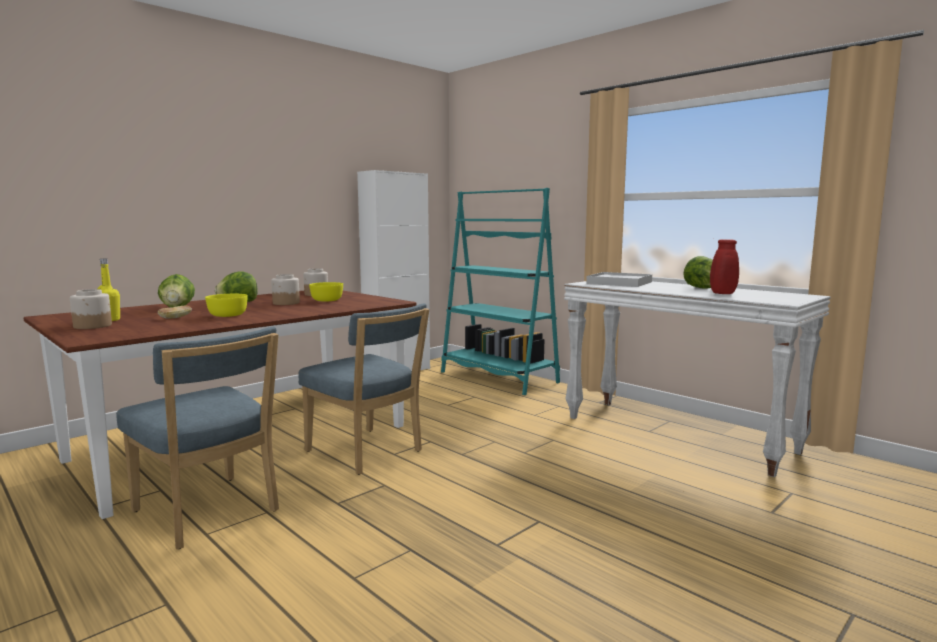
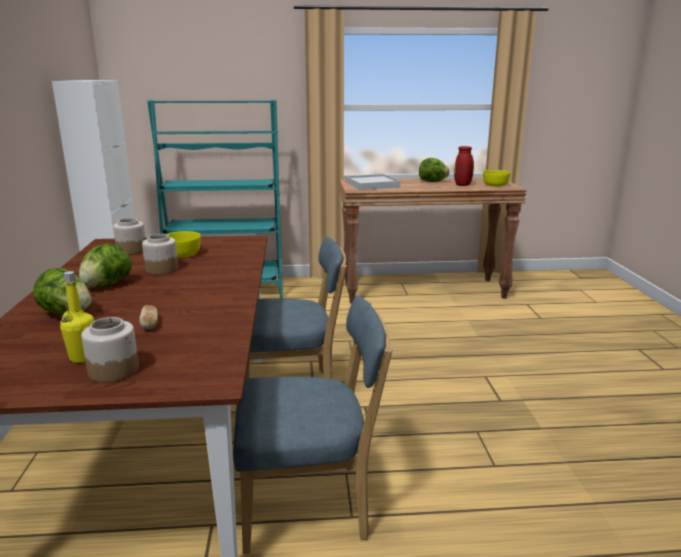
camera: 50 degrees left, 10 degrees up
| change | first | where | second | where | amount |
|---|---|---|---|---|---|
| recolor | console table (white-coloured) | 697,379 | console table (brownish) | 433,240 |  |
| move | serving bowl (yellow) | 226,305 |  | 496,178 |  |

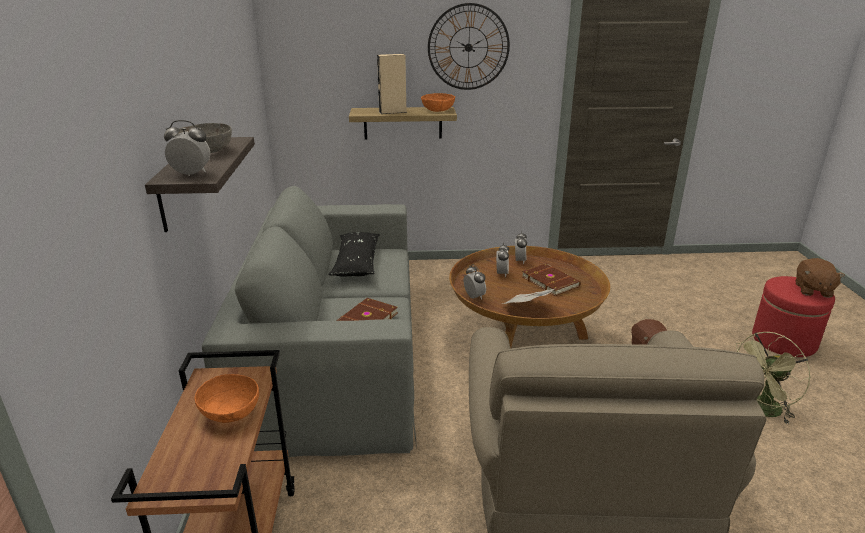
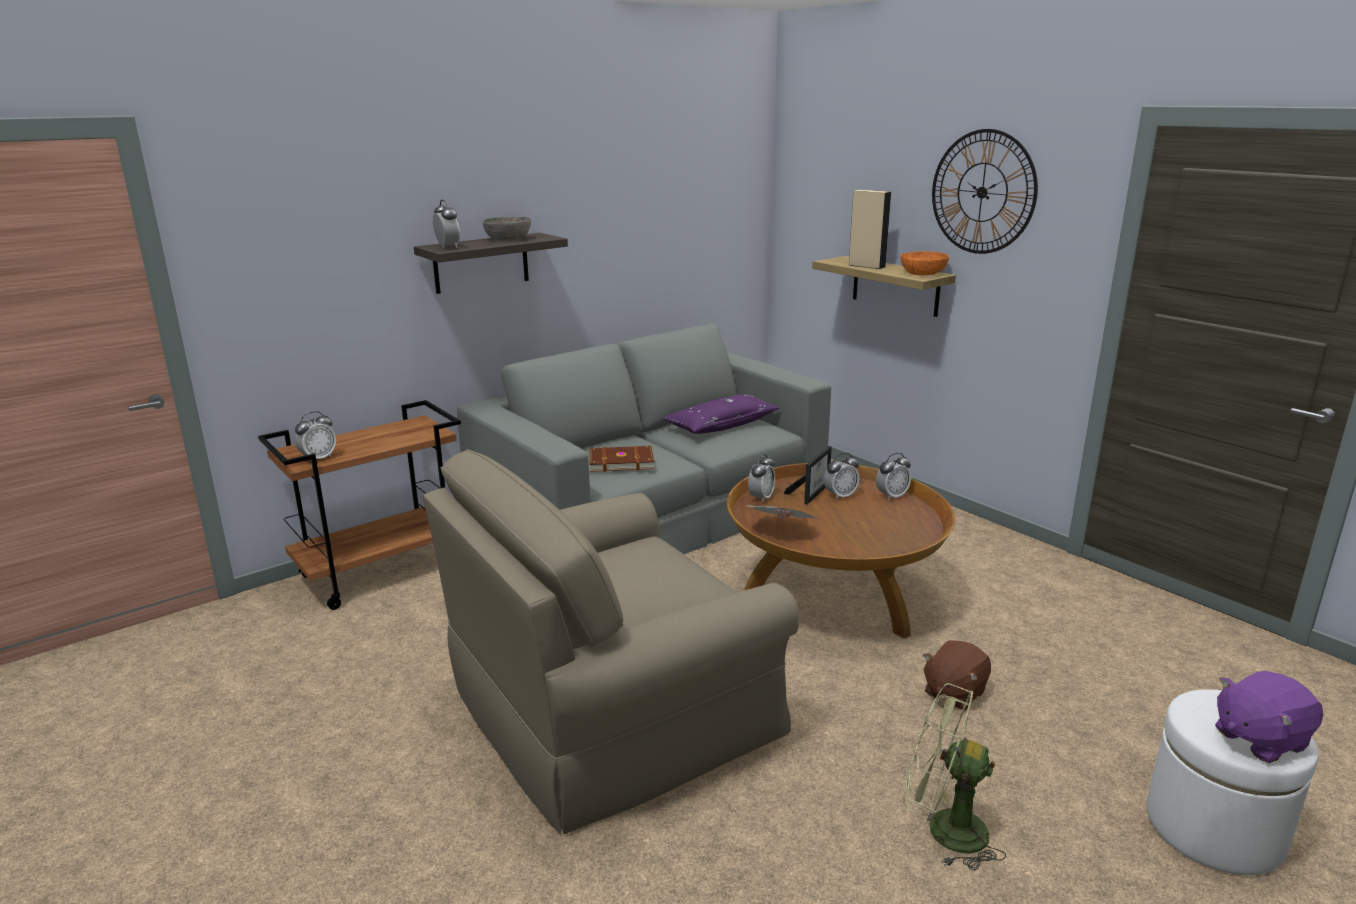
camera: 55 degrees right, 5 degrees down
| change | first | where | second | where | amount |
|---|---|---|---|---|---|
| insert |  |  | bedside clock | 315,435 |  |
| recolor | cushion (black) | 354,254 | cushion (purple-coloured) | 721,414 |  |
| insert |  |  | picture frame | 808,475 |  |
| recolor | ottoman (red-coloured) | 793,316 | ottoman (white-coloured) | 1233,782 |  |
| recolor | cuddly toy (brownish) | 820,278 | cuddly toy (purple-coloured) | 1269,717 |  |
| delete | serving bowl (orange) | 226,398 |  |  |  |
| delete | volume (brownish) | 551,279 |  |  |  |

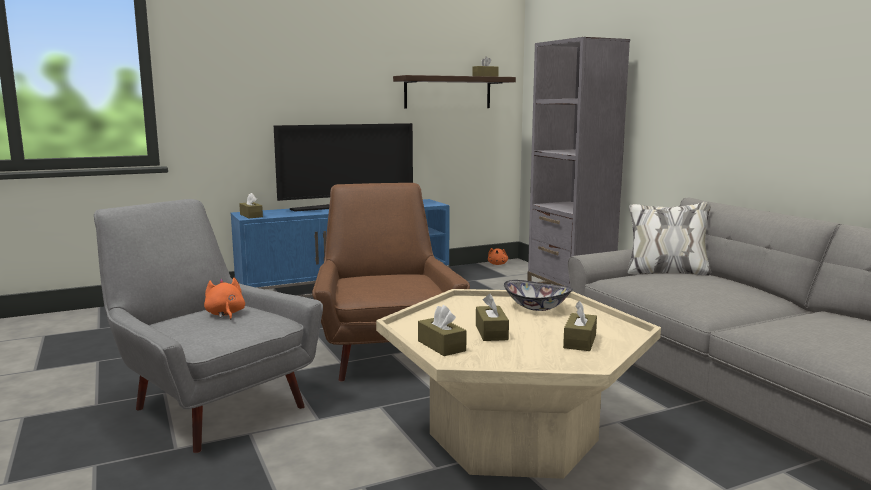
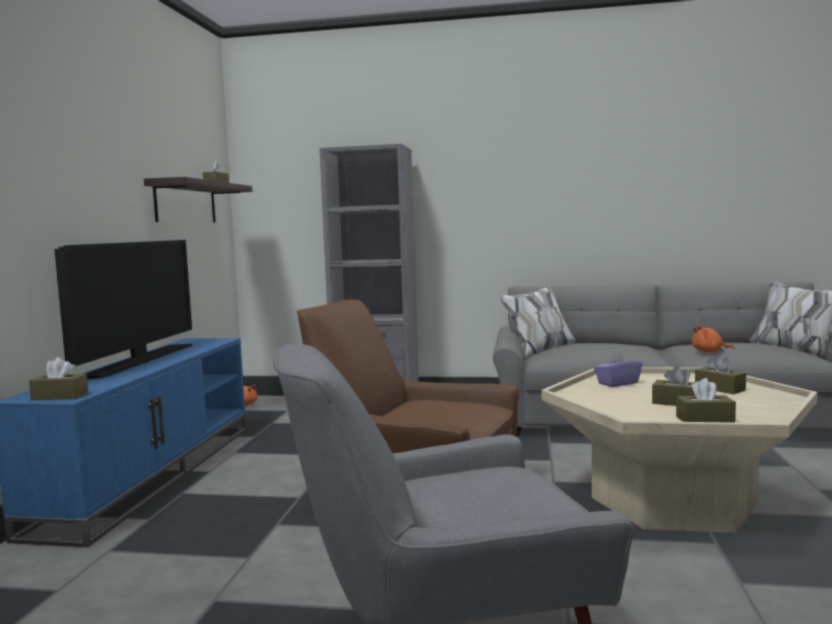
camera: 55 degrees left, 5 degrees down
| change | first | where | second | where | amount |
|---|---|---|---|---|---|
| replace | serving bowl | 538,295 | tissue holder (purple-coloured) | 618,368 |  |
| move | cuddly toy (orange) | 224,299 |  | 713,338 |  |

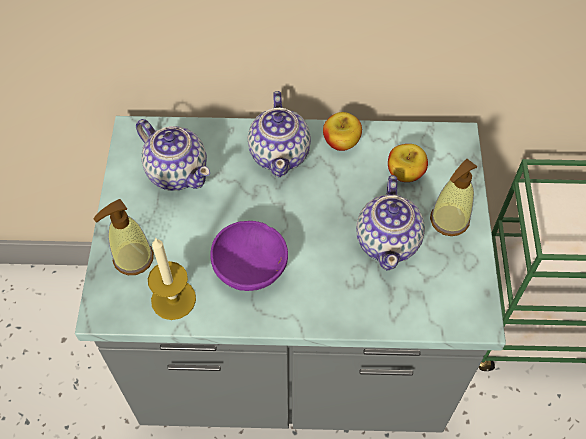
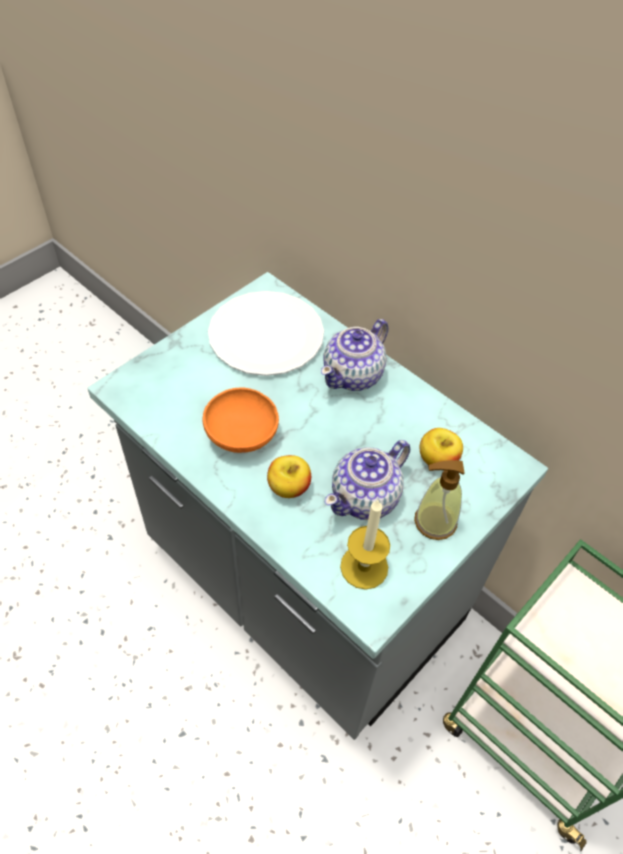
camera: 40 degrees right, 5 degrees down
| change | first | where | second | where | amount |
|---|---|---|---|---|---|
| recolor | serving bowl (purple-coloured) | 249,256 | serving bowl (orange) | 240,420 |  |
| replace | tea pot | 173,155 | dinner plate (white-coloured) | 266,333 |  |
| move | whole apple | 342,131 |  | 289,476 |  |
| move | wax candle | 172,278 |  | 365,544 |  |
| delete | soap dispenser | 123,237 |  |  |  |

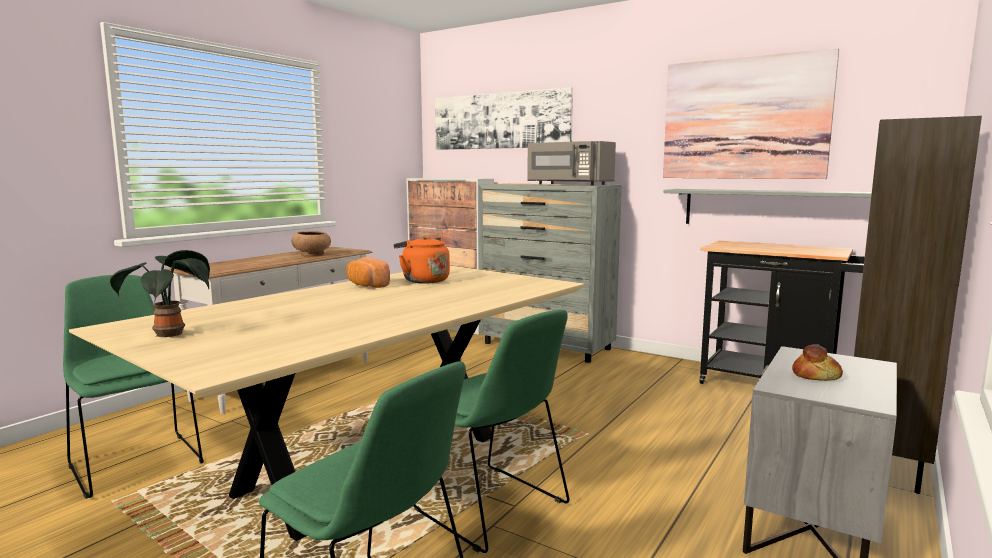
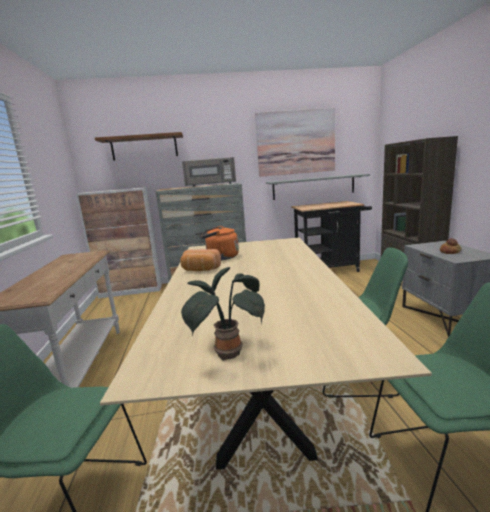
camera: 40 degrees left, 5 degrees up
| change | first | where | second | where | amount |
|---|---|---|---|---|---|
| replace | picture | 504,118 | shelf (brownish) | 139,146 |  |
| delete | serving bowl (brownish) | 311,243 |  |  |  |

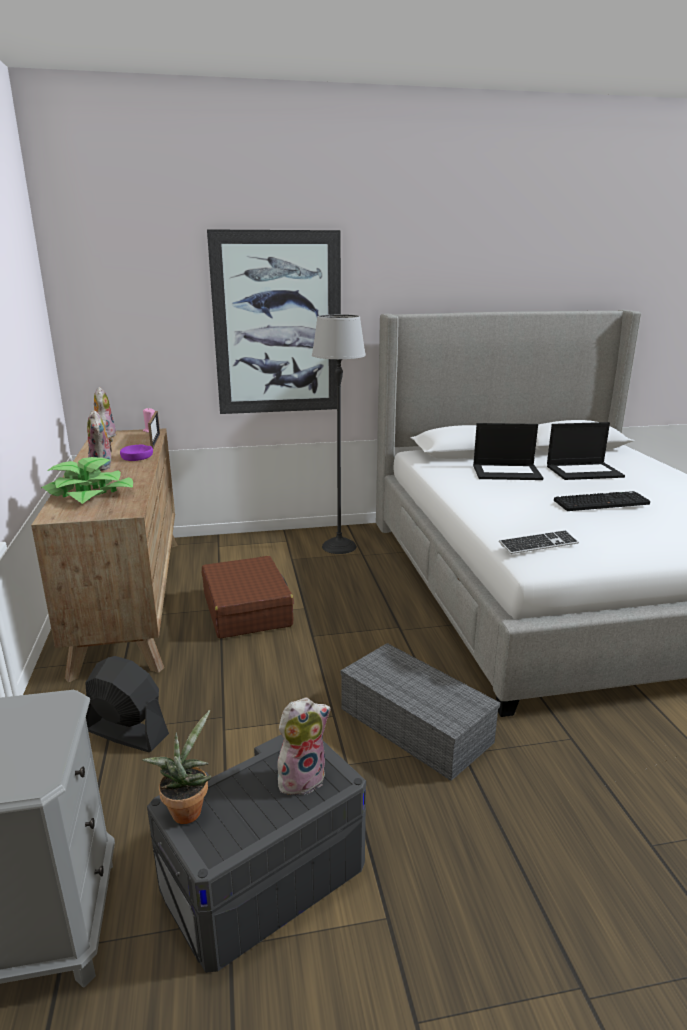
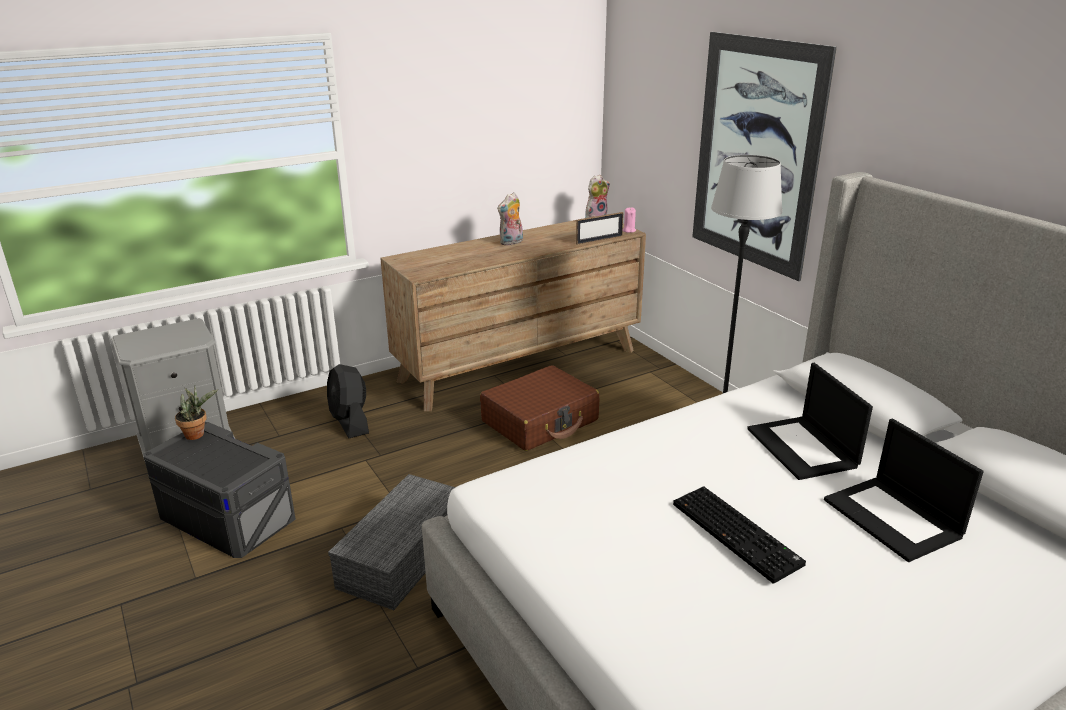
camera: 70 degrees right, 5 degrees up
| change | first | where | second | where | amount |
|---|---|---|---|---|---|
| rotate | cooling fan (black) | 127,704 |  | 348,401 | 150 degrees clockwise |
| delete | potted plant | 87,480 |  |  |  |
| delete | serving bowl (purple-coloured) | 136,453 |  |  |  |
| delete | cuddly toy | 304,746 |  |  |  |
| delete | keyboard | 539,542 |  |  |  |

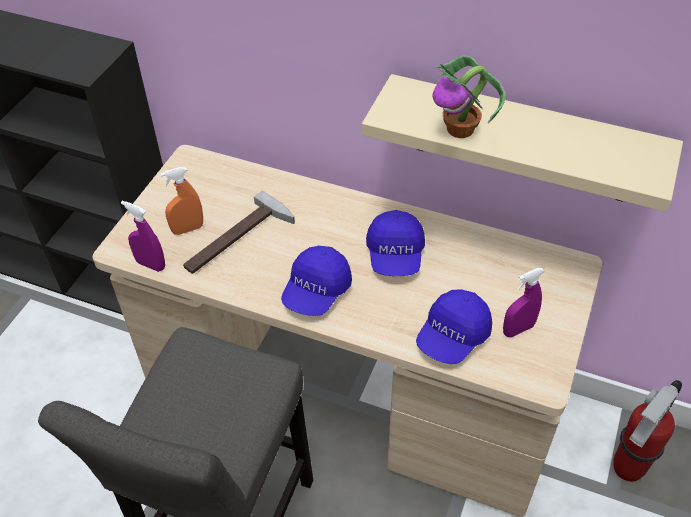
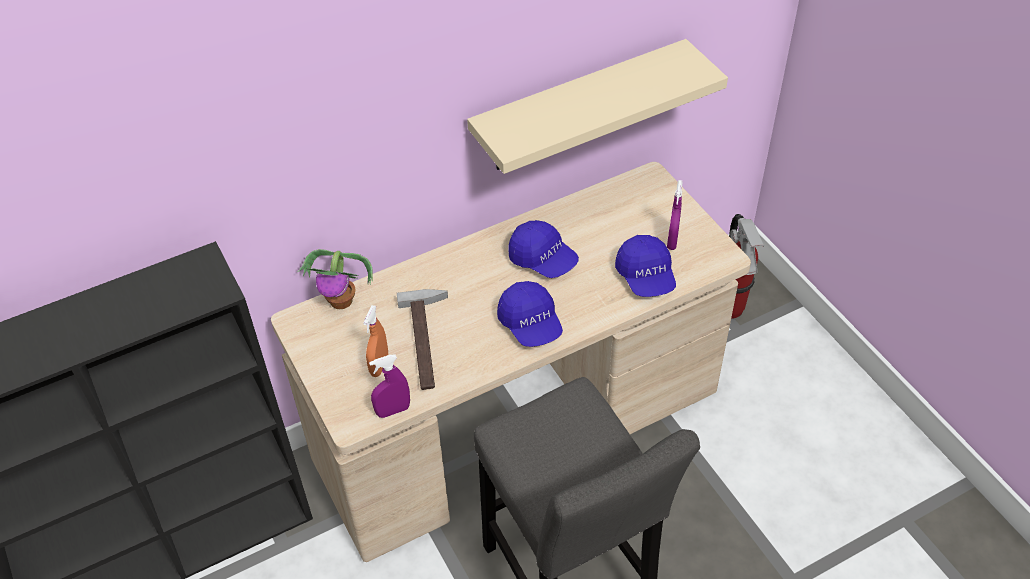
camera: 50 degrees left, 0 degrees up
| change | first | where | second | where | amount |
|---|---|---|---|---|---|
| move | potted plant | 468,96 |  | 335,279 |  |

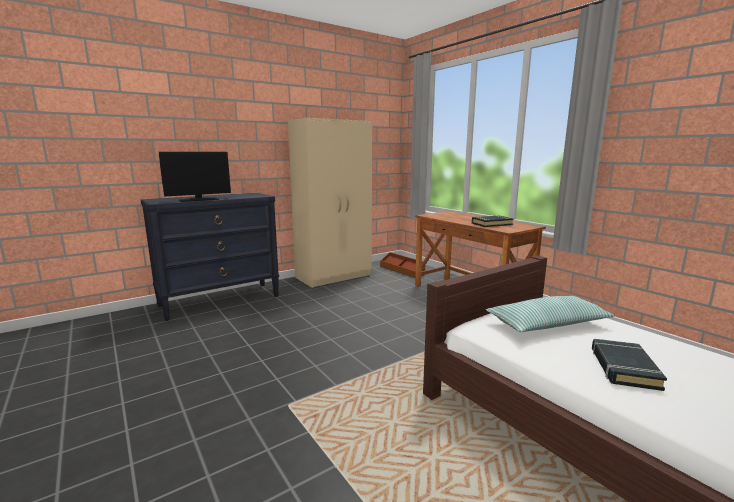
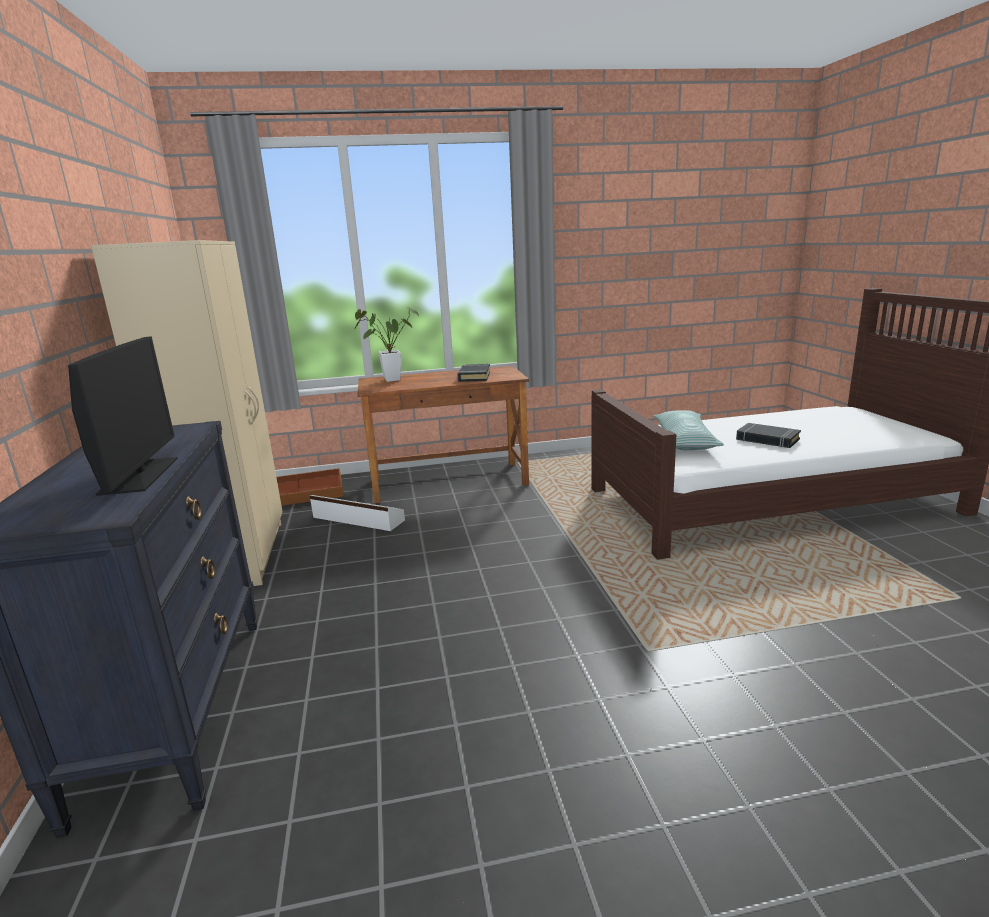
camera: 65 degrees left, 5 degrees up
| change | first | where | second | where | amount |
|---|---|---|---|---|---|
| insert |  |  | storage bin (white-coloured) | 357,513 |  |
| insert |  |  | potted plant | 386,344 |  |

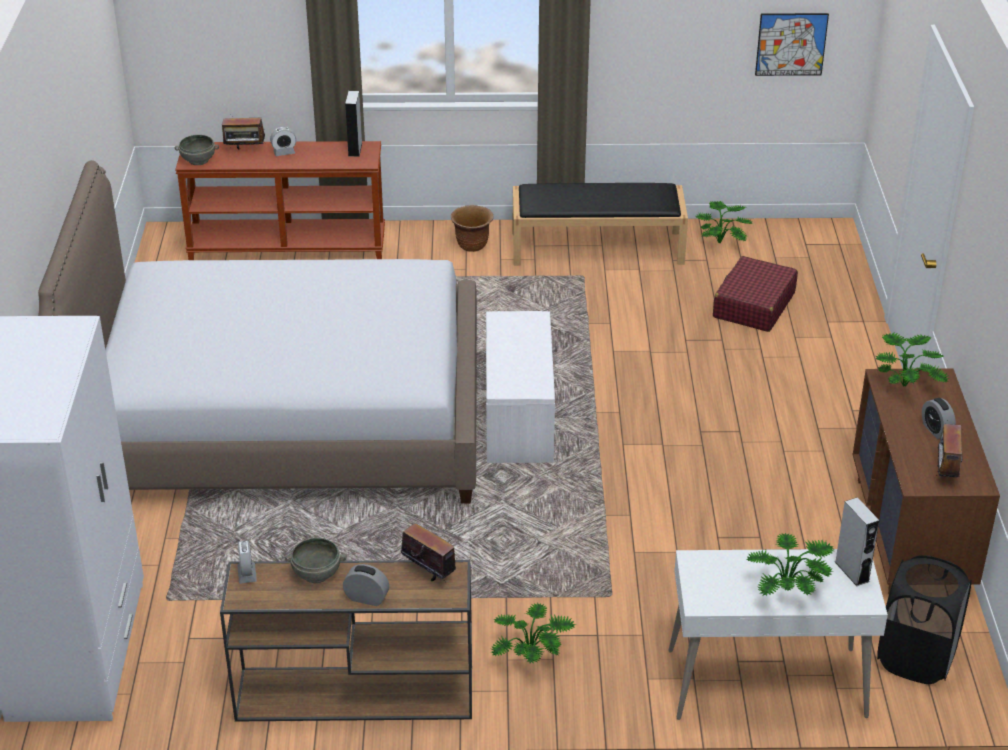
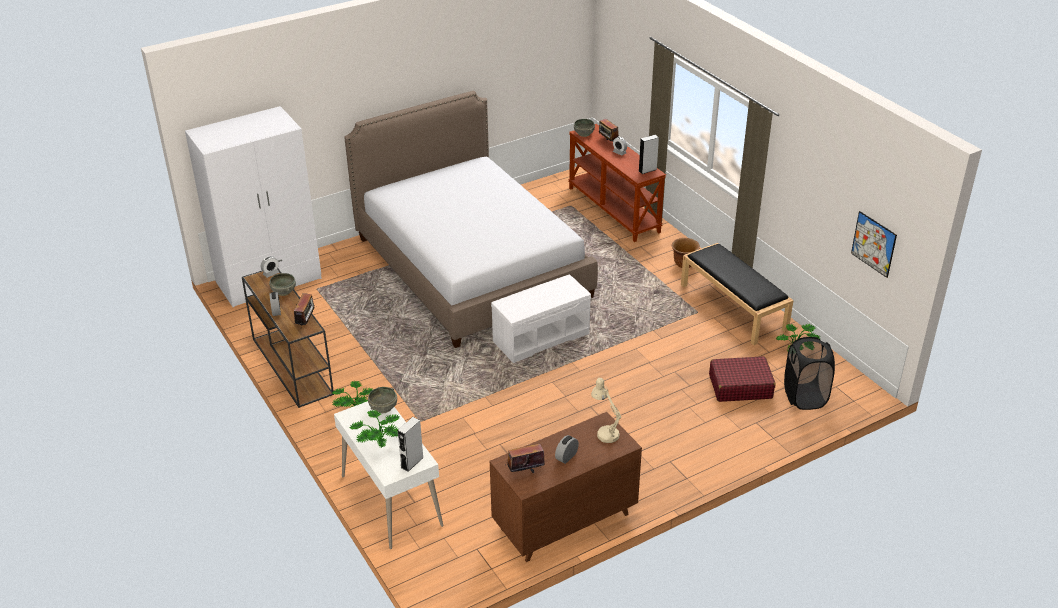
camera: 60 degrees right, 0 degrees up
| change | first | where | second | where | amount |
|---|---|---|---|---|---|
| insert |  |  | serving bowl (grey) | 382,400 |  |
| replace | potted plant | 912,360 | lamp for a table (beige-coloured) | 606,410 |  |
| move | washing basket (black) | 924,619 |  | 809,373 |  |

